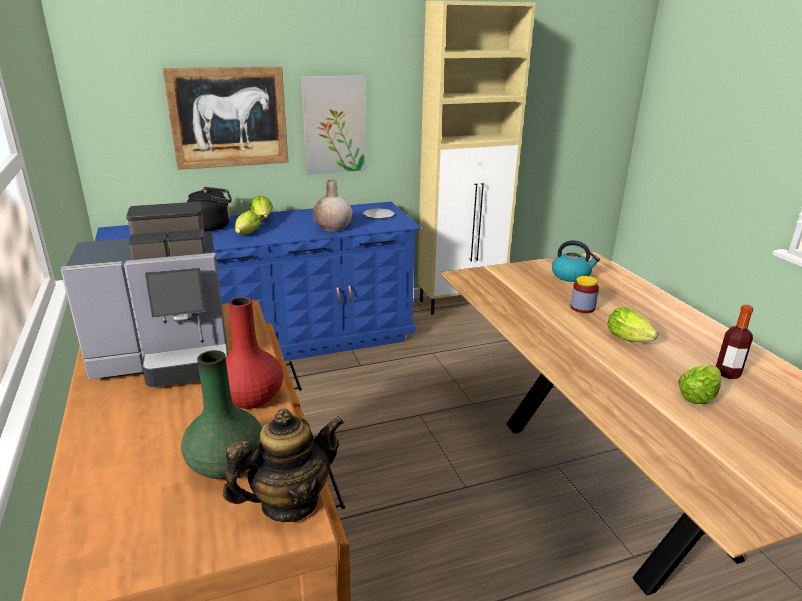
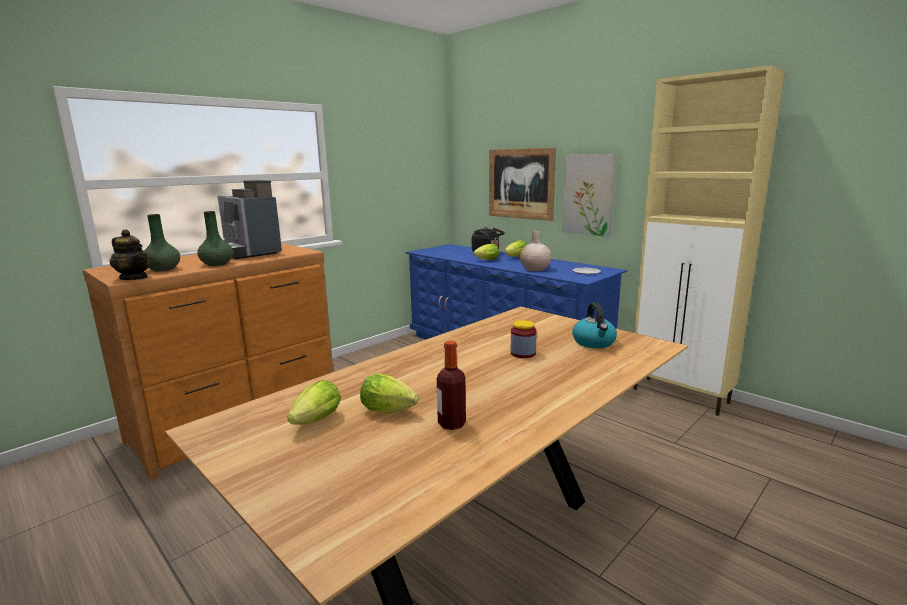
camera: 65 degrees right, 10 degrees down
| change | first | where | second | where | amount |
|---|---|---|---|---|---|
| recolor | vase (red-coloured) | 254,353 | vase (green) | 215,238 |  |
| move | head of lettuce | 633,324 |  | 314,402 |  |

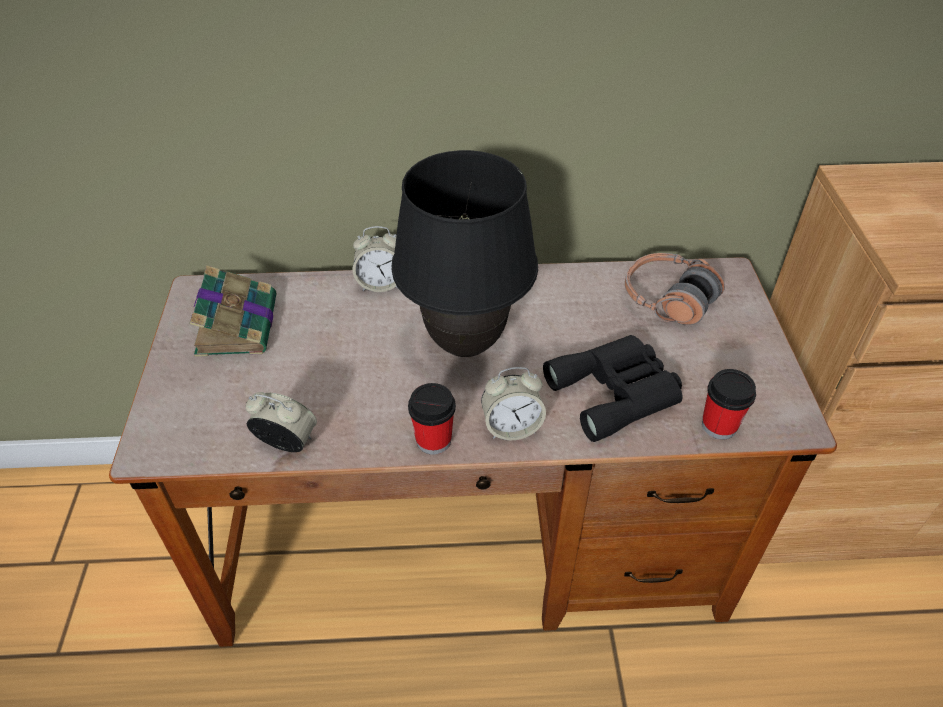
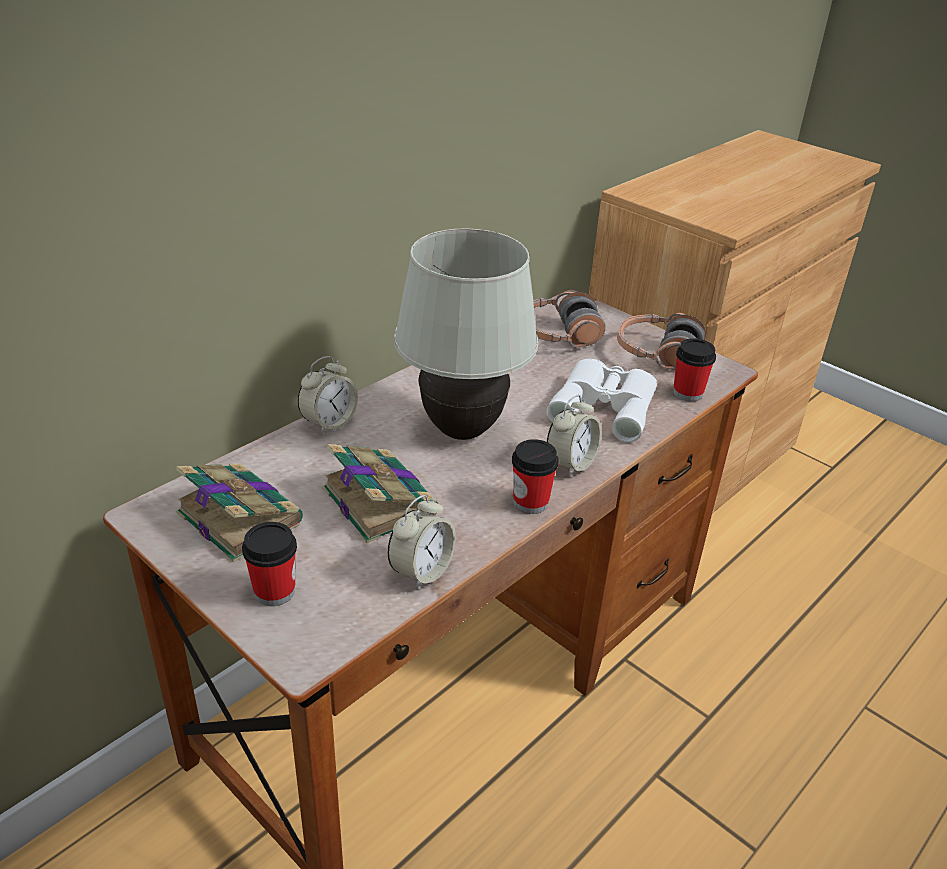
camera: 45 degrees left, 10 degrees down
| change | first | where | second | where | amount |
|---|---|---|---|---|---|
| insert |  |  | small cup | 269,564 |  |
| insert |  |  | volume | 380,493 |  |
| rotate | bedside clock | 281,422 |  | 422,542 | 150 degrees clockwise |
| recolor | lamp for a table (black) | 464,253 | lamp for a table (white-coloured) | 466,334 |  |
| recolor | binoculars (black) | 613,388 | binoculars (white-coloured) | 601,401 |  |
| insert |  |  | headphones | 661,341 |  |

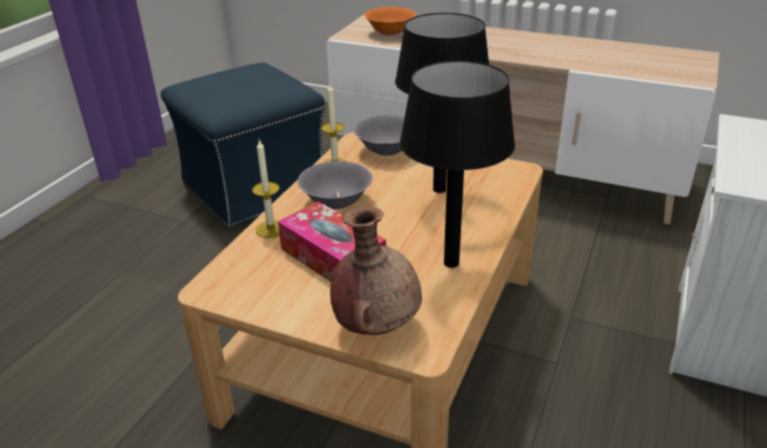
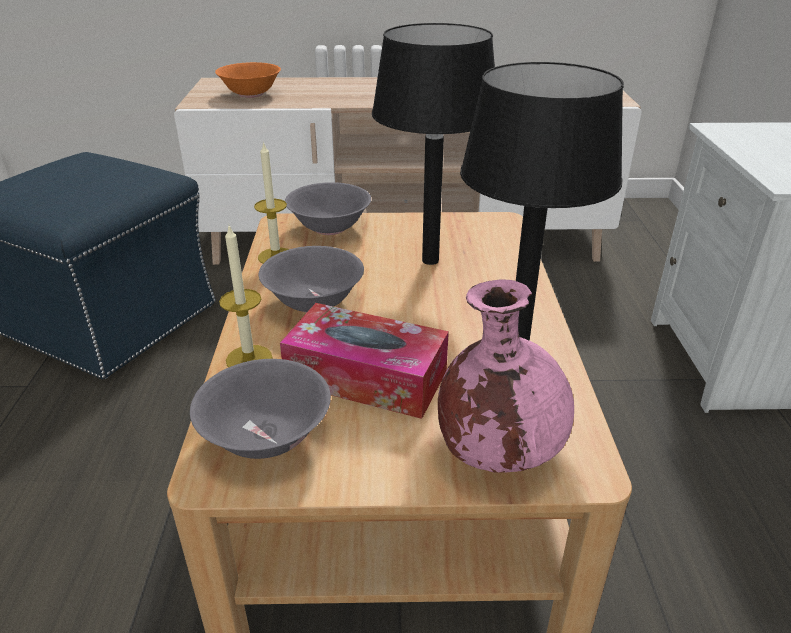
camera: 25 degrees left, 0 degrees up
| change | first | where | second | where | amount |
|---|---|---|---|---|---|
| insert |  |  | serving bowl (grey) | 260,409 |  |
| recolor | vase (brownish) | 376,271 | vase (pink-coloured) | 506,376 |  |

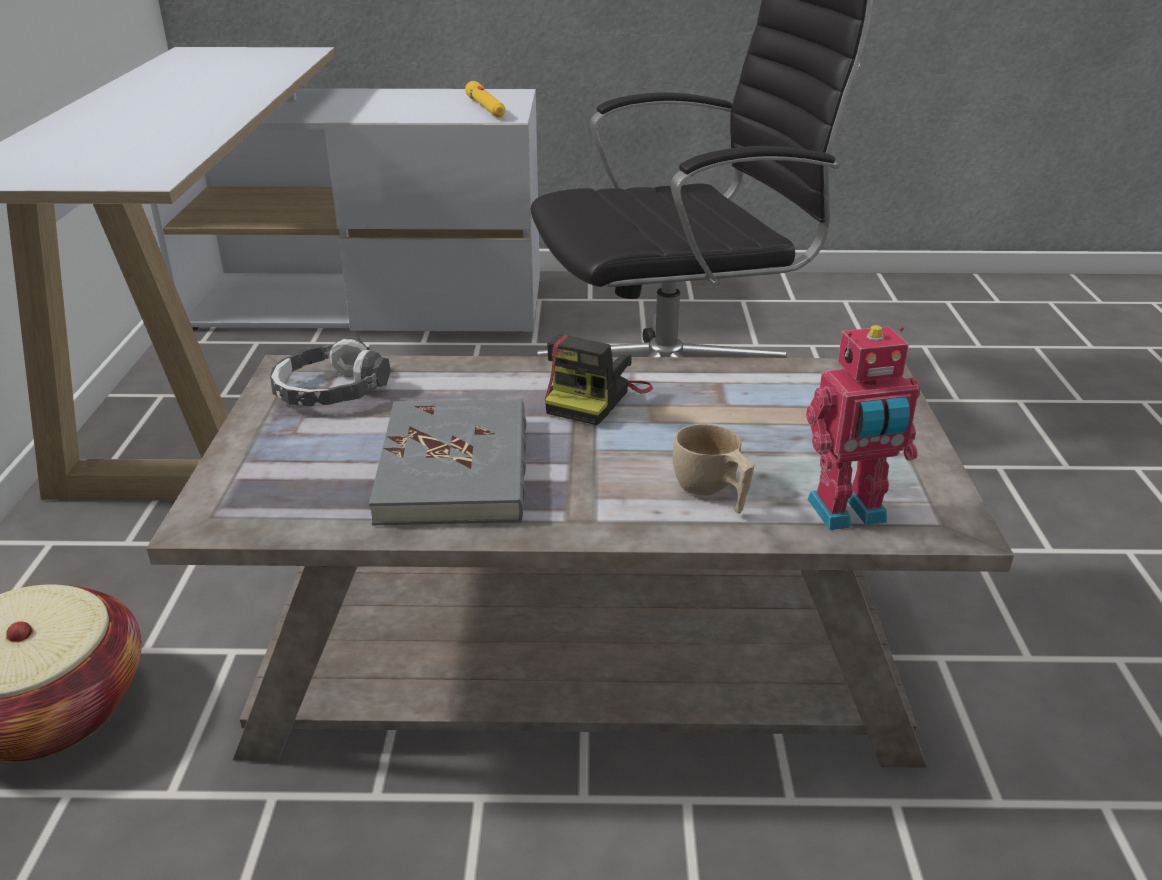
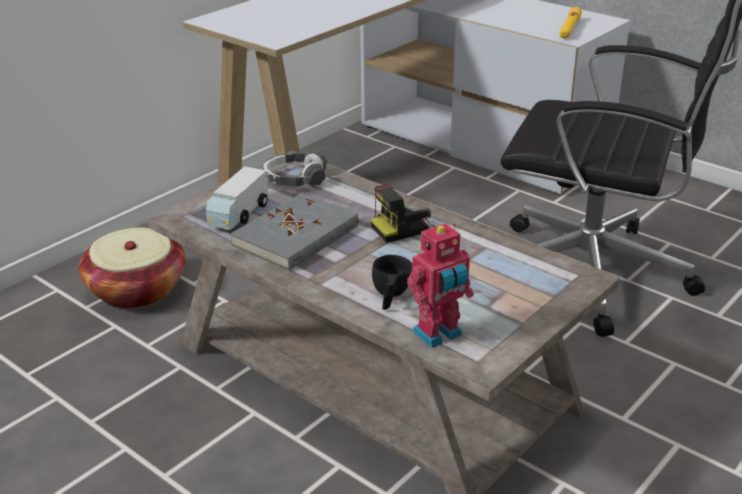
camera: 40 degrees right, 0 degrees up
| change | first | where | second | where | amount |
|---|---|---|---|---|---|
| insert |  |  | toy truck | 237,198 |  |
| recolor | small cup (beige-coloured) | 713,469 | small cup (black) | 392,282 |  |
| rotate | robot figure | 863,427 |  | 440,285 | 60 degrees counterclockwise |

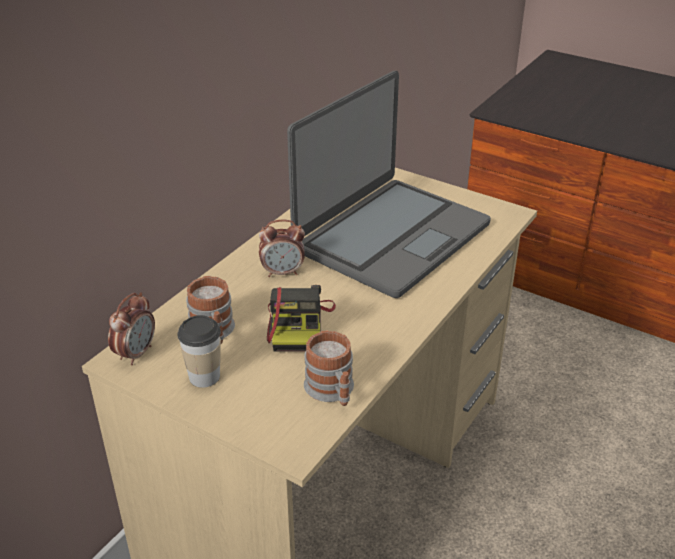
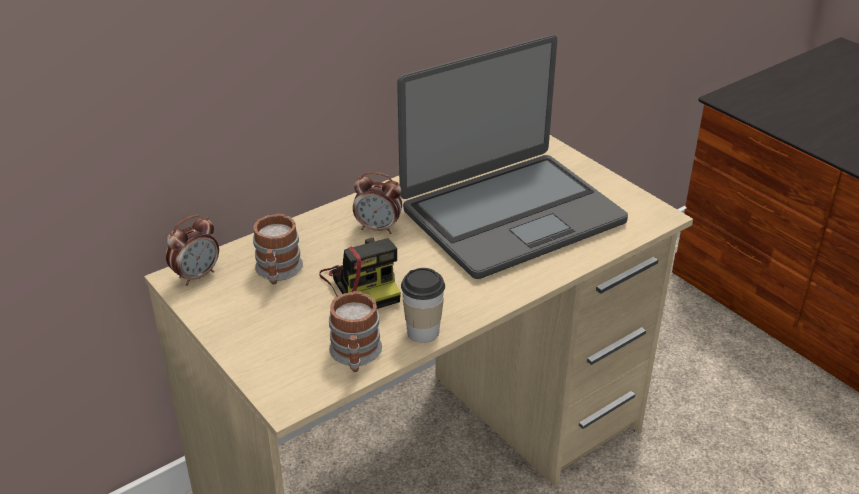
camera: 20 degrees right, 0 degrees up
| change | first | where | second | where | amount |
|---|---|---|---|---|---|
| rotate | still camera | 301,318 |  | 360,273 | 45 degrees counterclockwise |
| move | small cup | 199,351 |  | 423,305 |  |

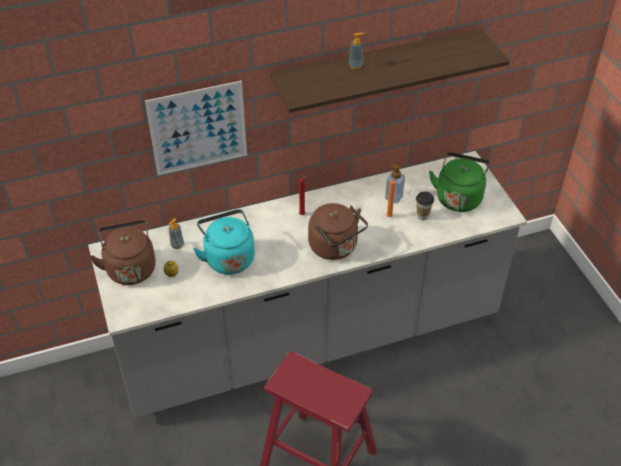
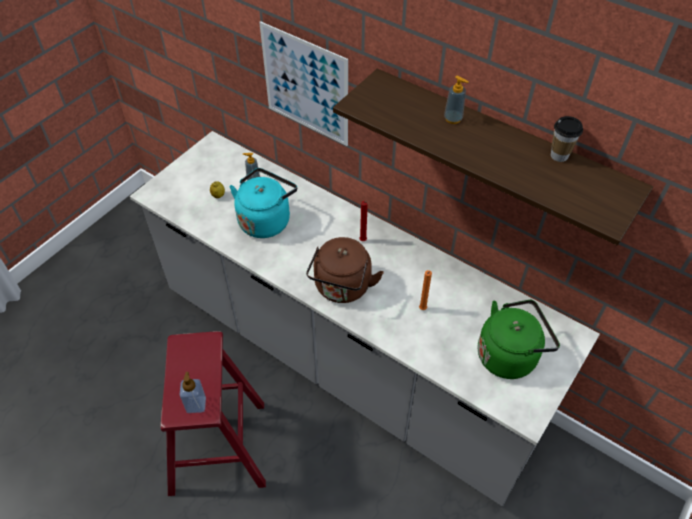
camera: 55 degrees right, 5 degrees up
| change | first | where | second | where | amount |
|---|---|---|---|---|---|
| move | soap dispenser | 395,184 |  | 192,392 |  |
| move | small cup | 425,206 |  | 567,139 |  |
| delete | water kettle (brownish) | 123,252 |  |  |  |

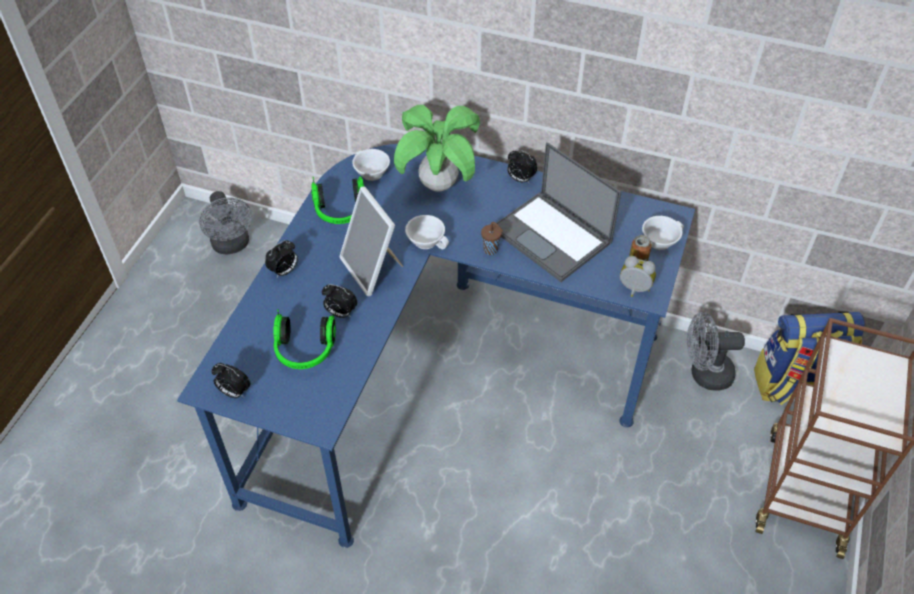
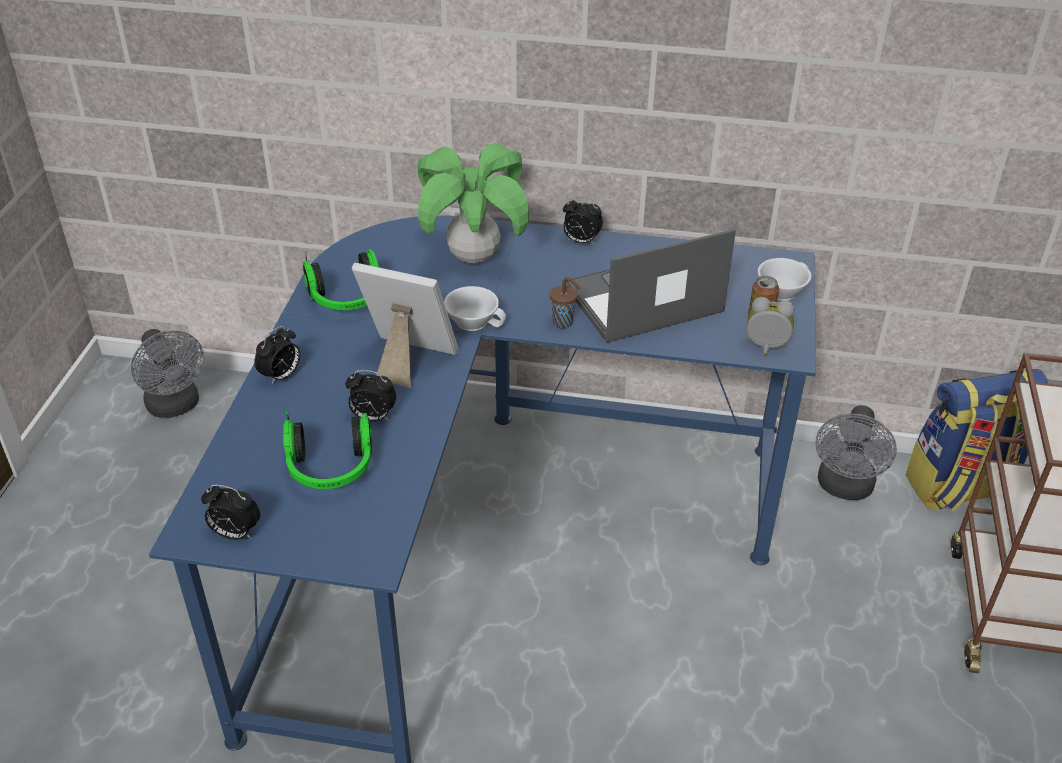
camera: 10 degrees left, 10 degrees down
| change | first | where | second | where | amount |
|---|---|---|---|---|---|
| rotate | picture frame | 371,241 |  | 405,325 | 150 degrees clockwise |
| rotate | portable computer | 559,212 |  | 651,286 | 120 degrees clockwise |
| rotate | cooling fan (grey) | 716,351 |  | 856,452 | 60 degrees counterclockwise |
| delete | small cup (white-coloured) | 371,165 |  |  |  |

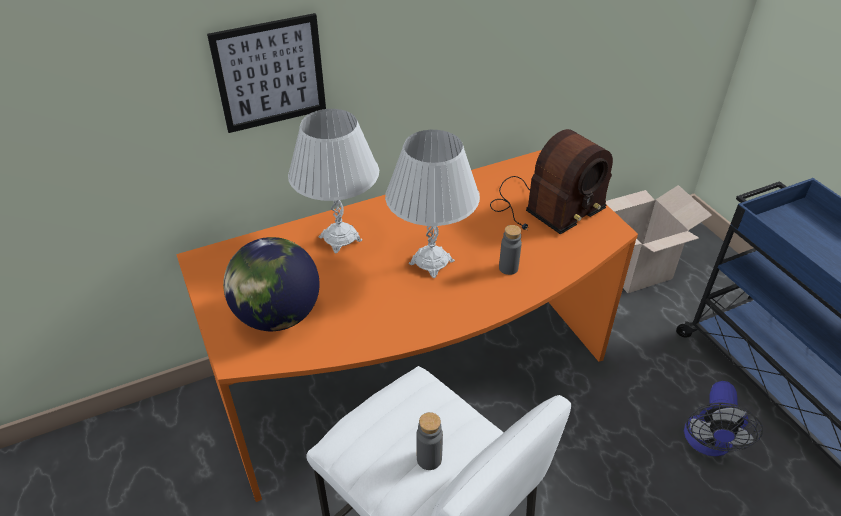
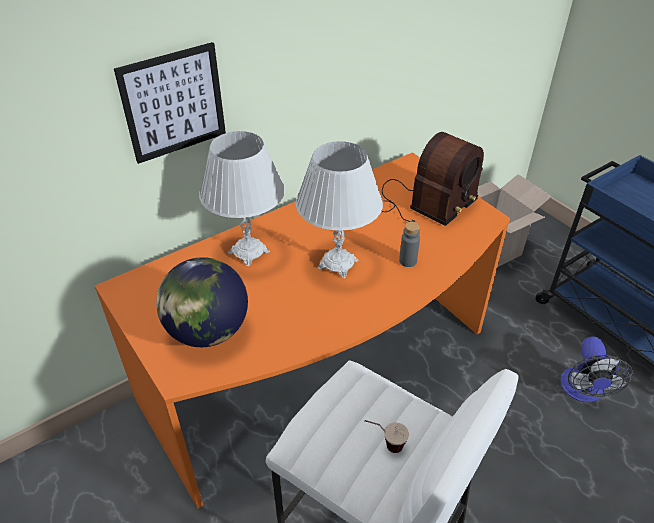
camera: 10 degrees left, 0 degrees up
| change | first | where | second | where | amount |
|---|---|---|---|---|---|
| replace | bottle (grey) | 429,441 | small cup | 386,436 |  |

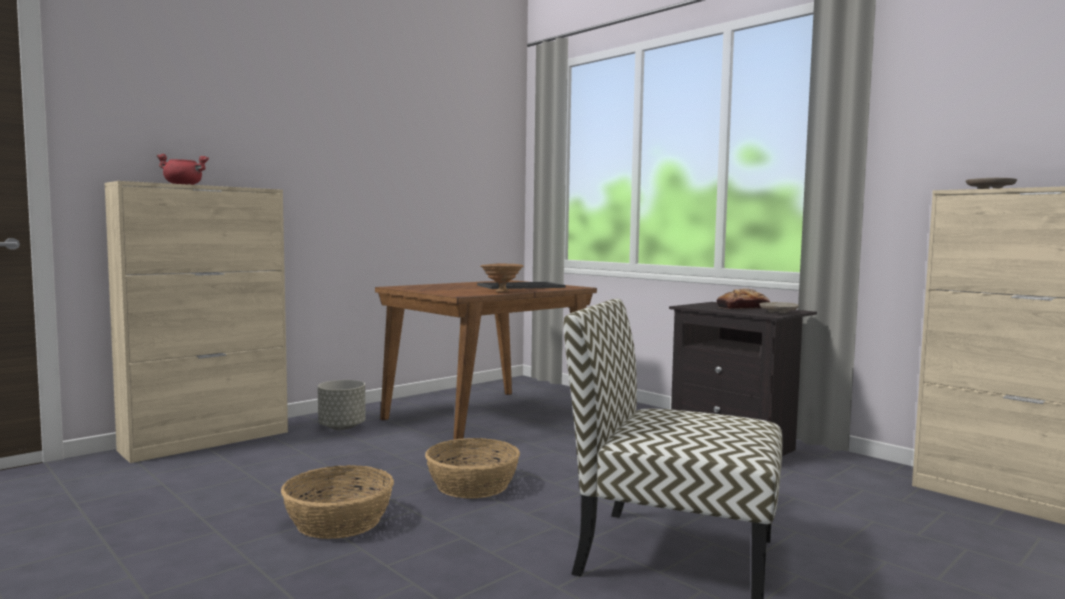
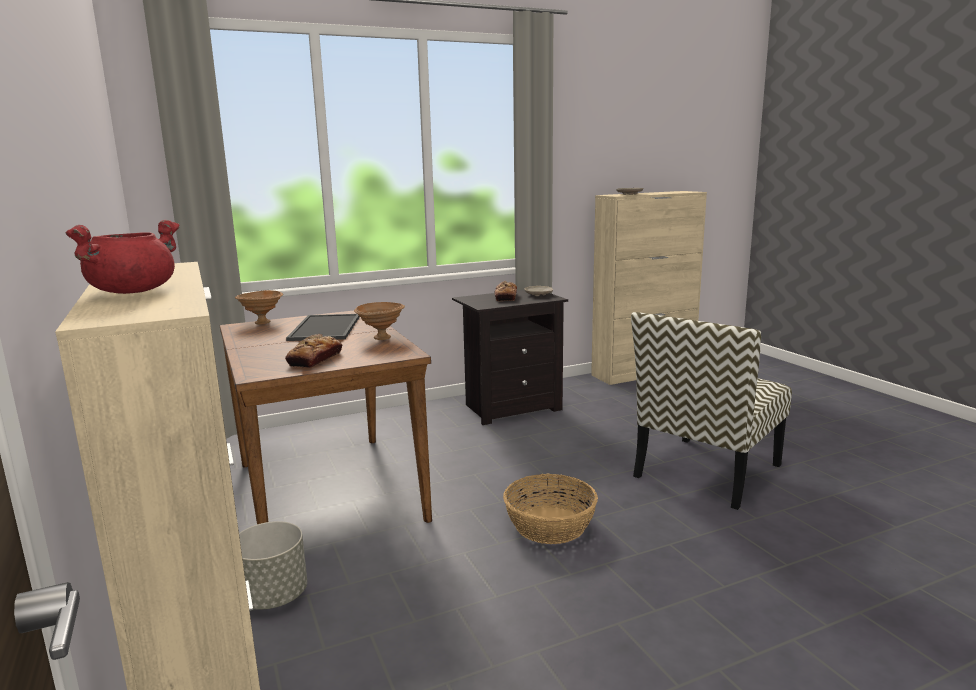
camera: 70 degrees left, 10 degrees up
| change | first | where | second | where | amount |
|---|---|---|---|---|---|
| insert |  |  | serving bowl (brownish) | 259,307 |  |
| insert |  |  | bread | 313,351 |  |
| delete | storage basket | 337,502 |  |  |  |

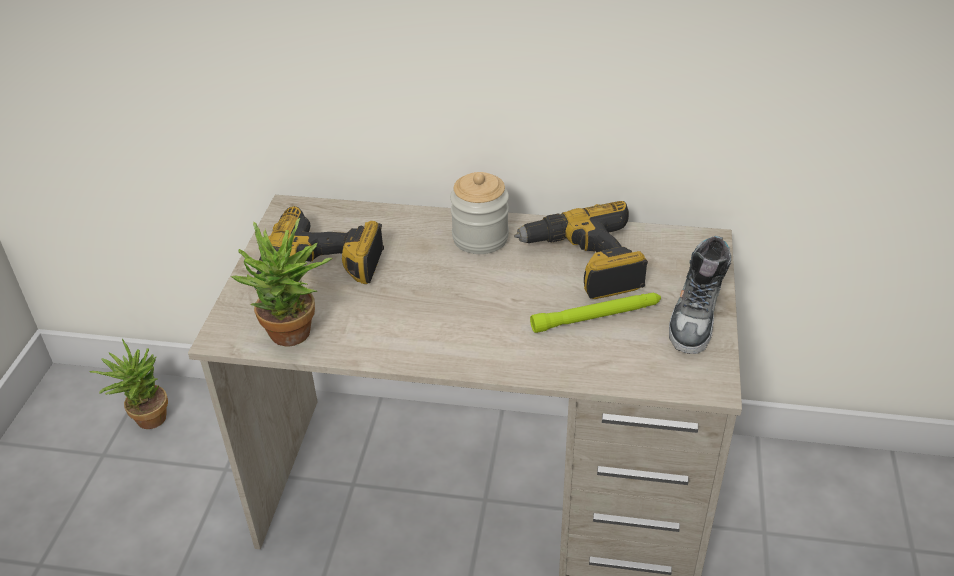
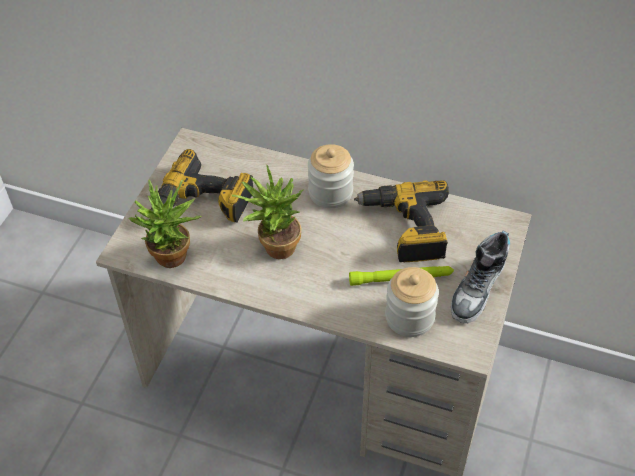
camera: 10 degrees right, 10 degrees up
| change | first | where | second | where | amount |
|---|---|---|---|---|---|
| move | potted plant | 128,384 |  | 268,212 |  |
| insert |  |  | preserve jar | 412,302 |  |

